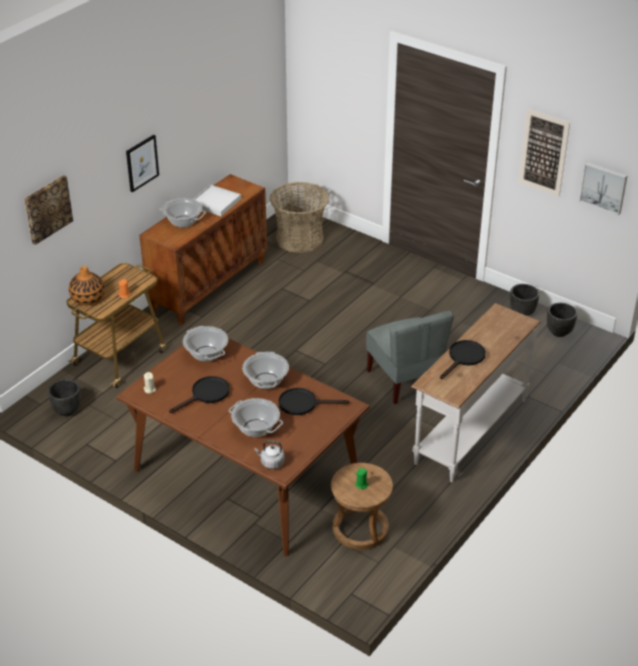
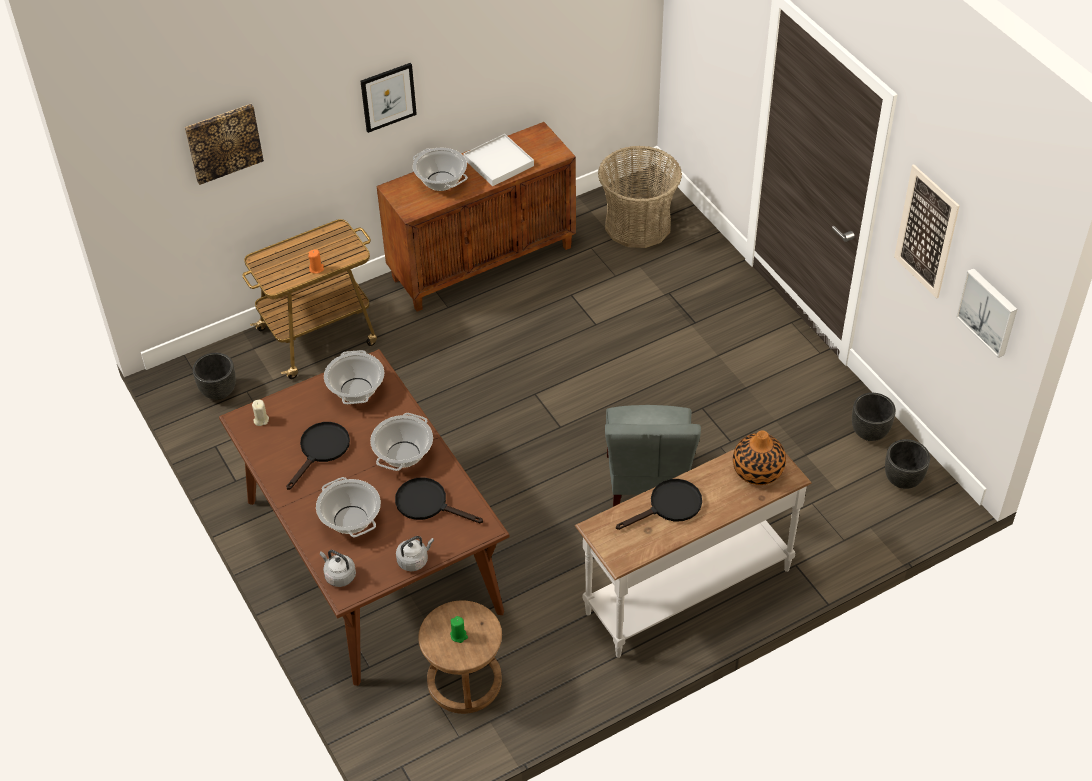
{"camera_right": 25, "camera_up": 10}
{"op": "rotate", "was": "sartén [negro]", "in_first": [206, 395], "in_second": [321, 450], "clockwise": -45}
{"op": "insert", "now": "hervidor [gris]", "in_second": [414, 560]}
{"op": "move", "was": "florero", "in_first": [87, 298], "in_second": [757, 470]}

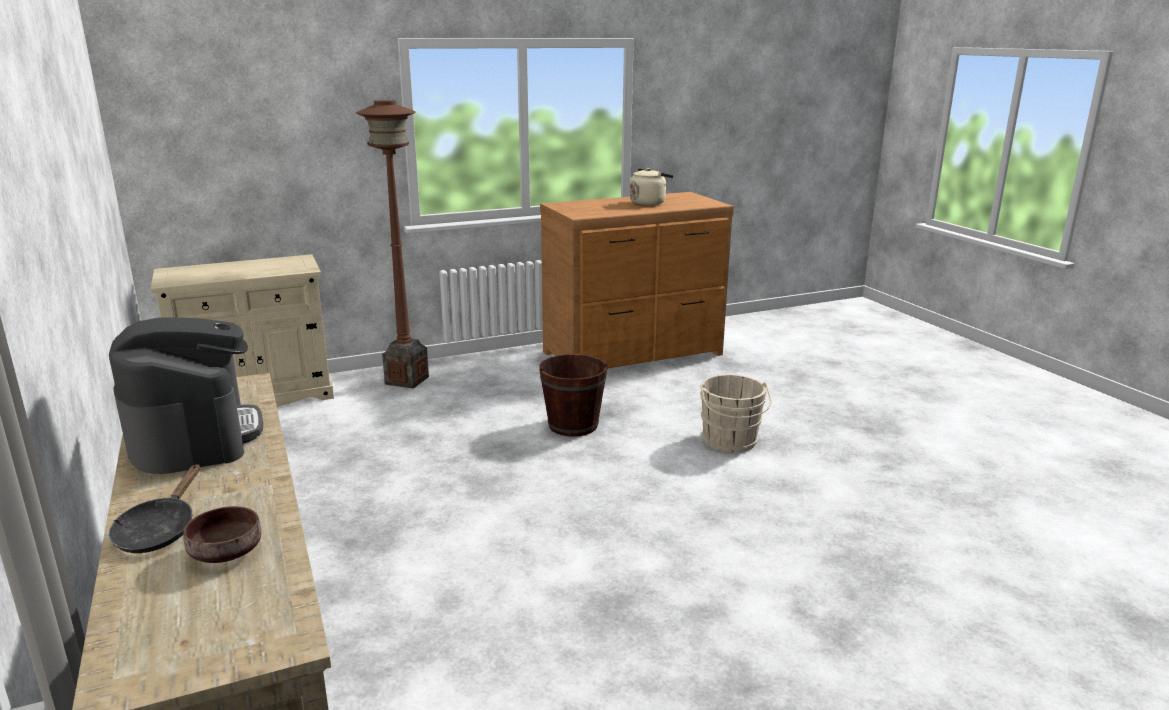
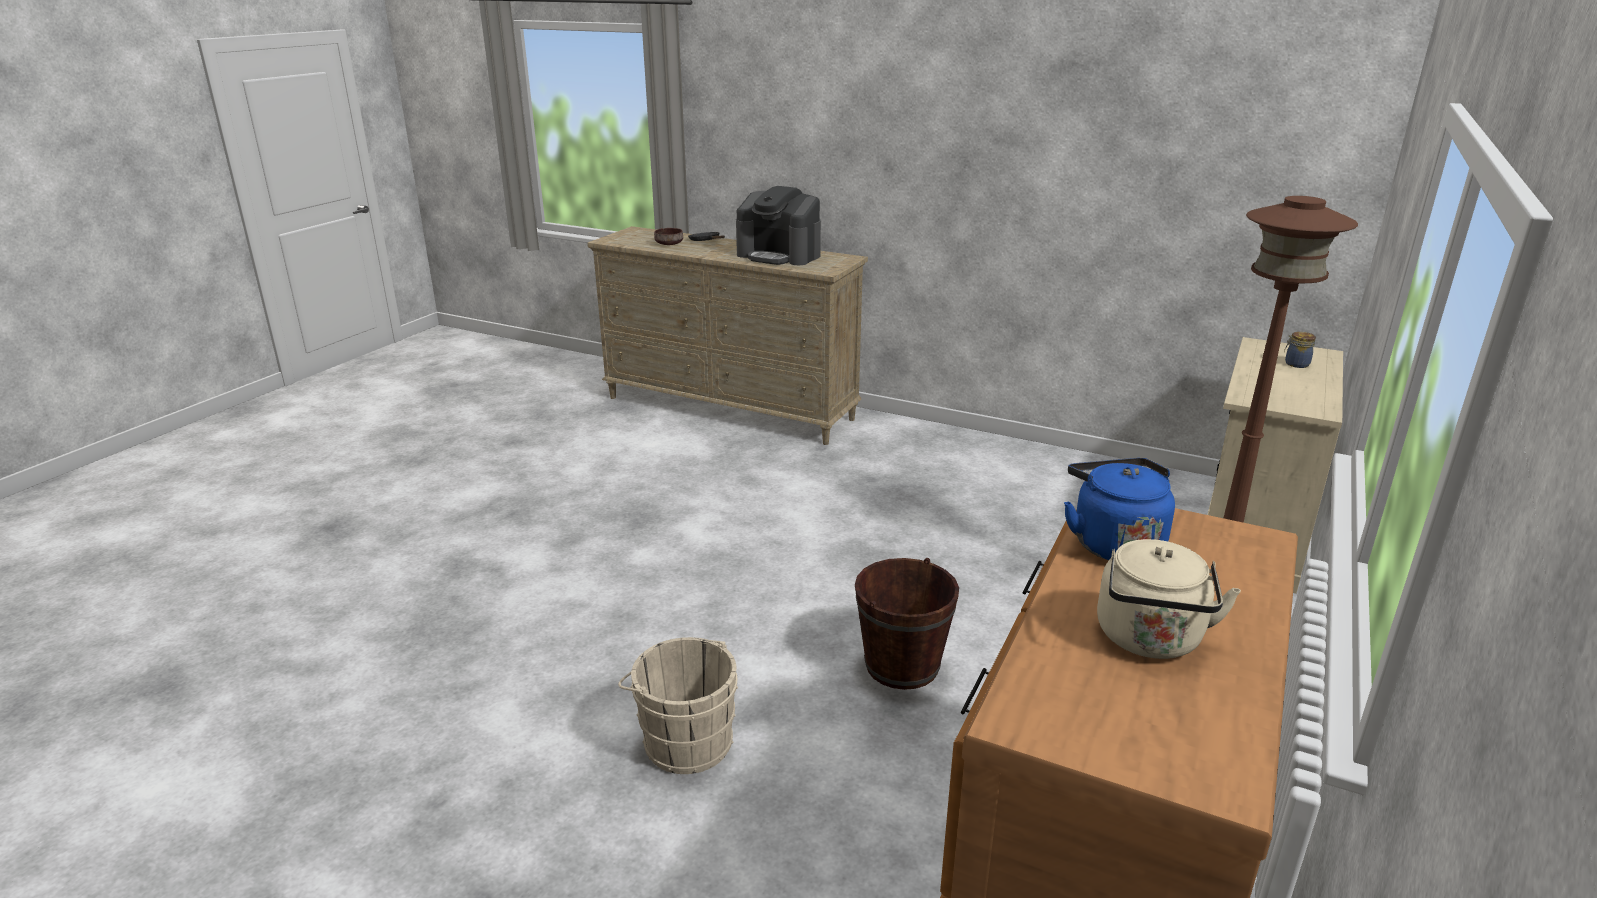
{"camera_right": 140, "camera_up": 5}
{"op": "insert", "now": "hervidor [azul]", "in_second": [1113, 543]}
{"op": "insert", "now": "tarro", "in_second": [1295, 364]}

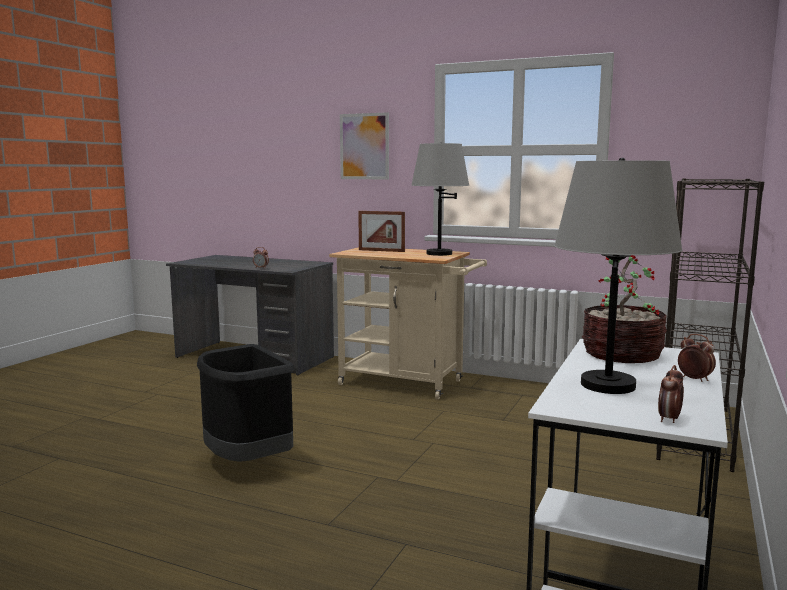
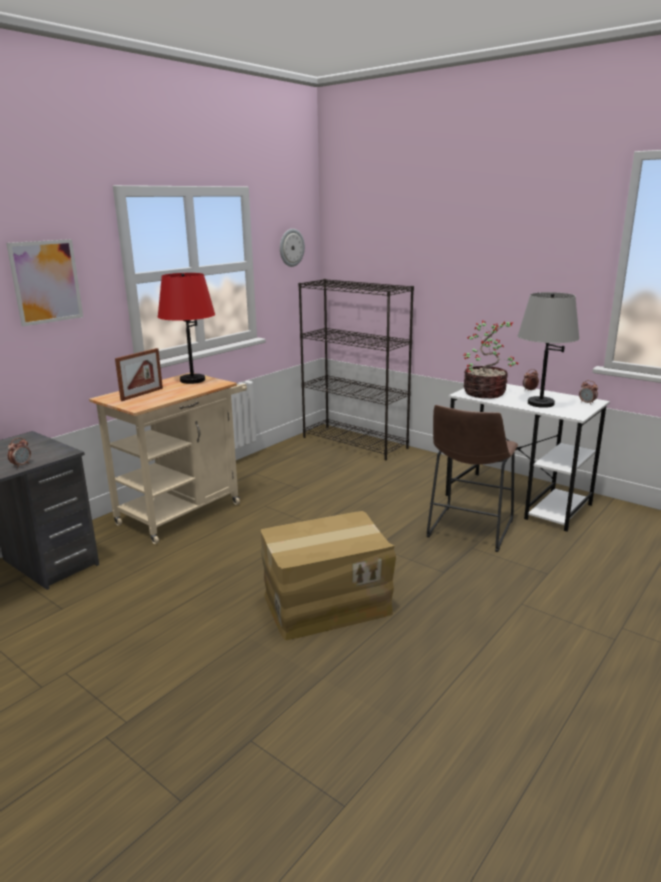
{"camera_right": -75, "camera_up": 10}
{"op": "recolor", "was": "lámpara de mesa [gris]", "now": "lámpara de mesa [rojo]", "in_first": [439, 254], "in_second": [192, 380]}
{"op": "replace", "was": "papelera [negro]", "now": "caja de cartón", "in_first": [247, 463], "in_second": [326, 603]}
{"op": "insert", "now": "reloj de pared", "in_second": [291, 247]}
{"op": "insert", "now": "taburete [marrón]", "in_second": [468, 530]}

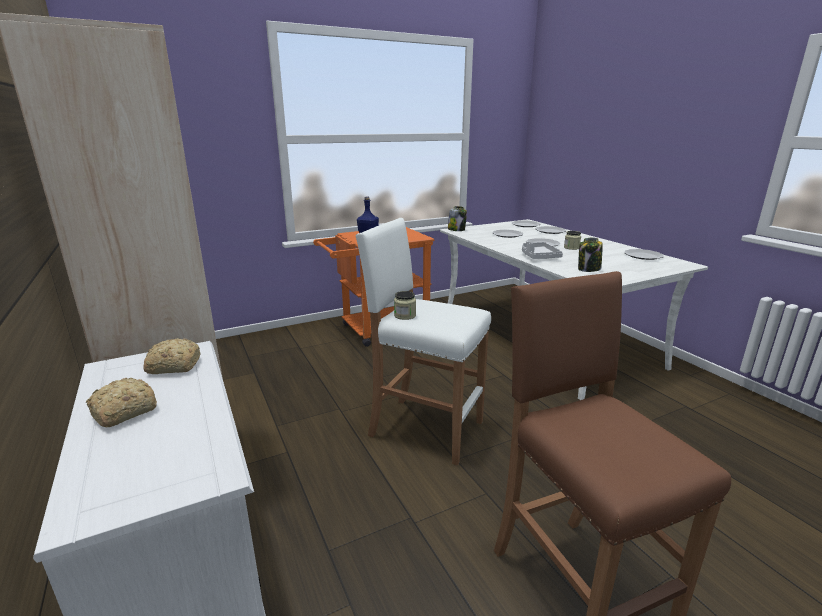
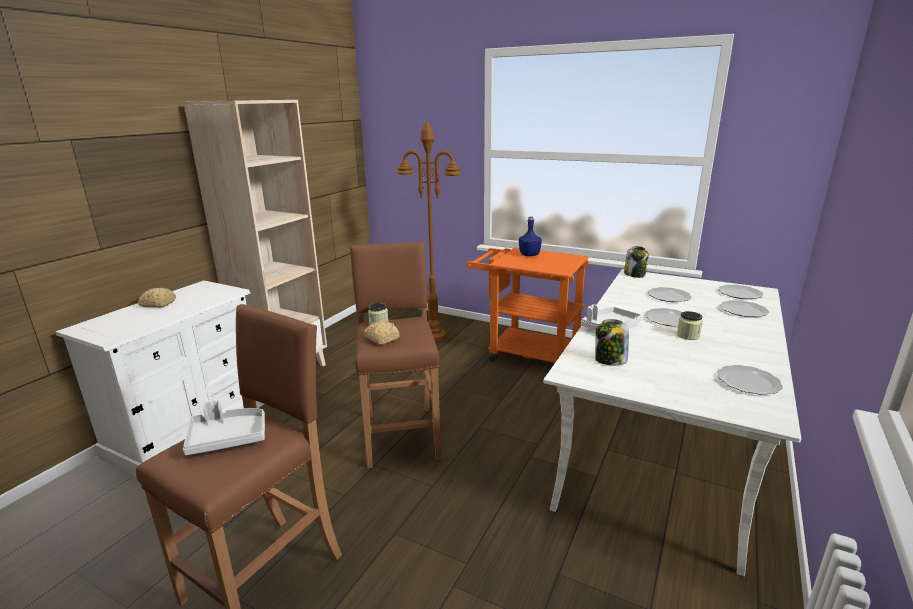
{"camera_right": 55, "camera_up": 0}
{"op": "insert", "now": "bandeja [gris]", "in_second": [227, 438]}
{"op": "recolor", "was": "taburete [blanco]", "now": "taburete [marrón]", "in_first": [425, 428], "in_second": [401, 435]}
{"op": "move", "was": "pan", "in_first": [173, 366], "in_second": [382, 338]}
{"op": "insert", "now": "lámpara de pie [marrón]", "in_second": [434, 335]}

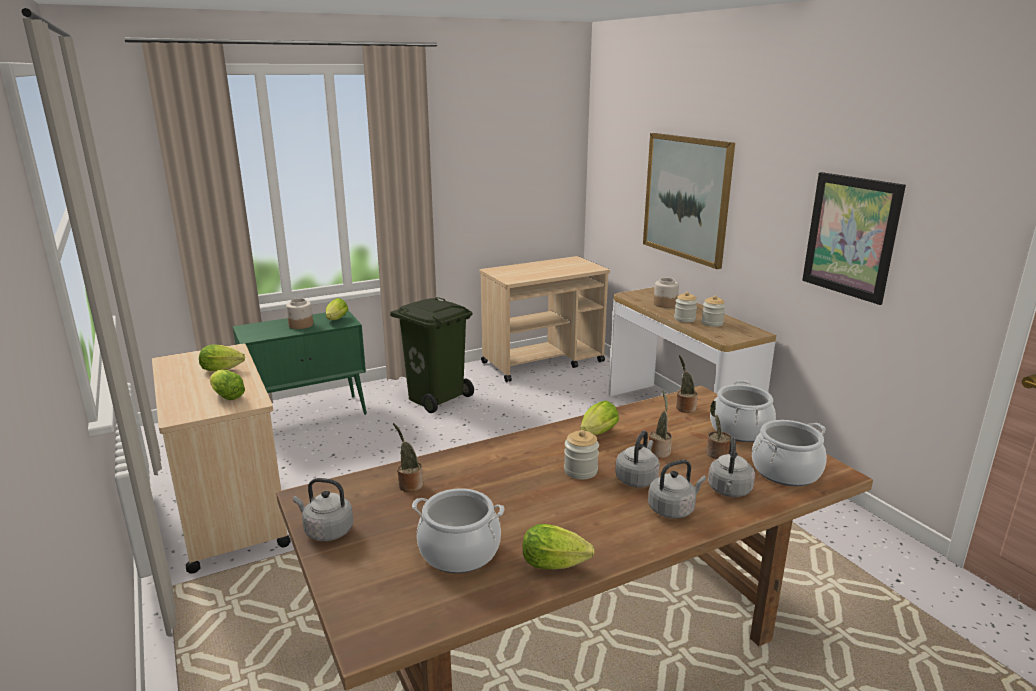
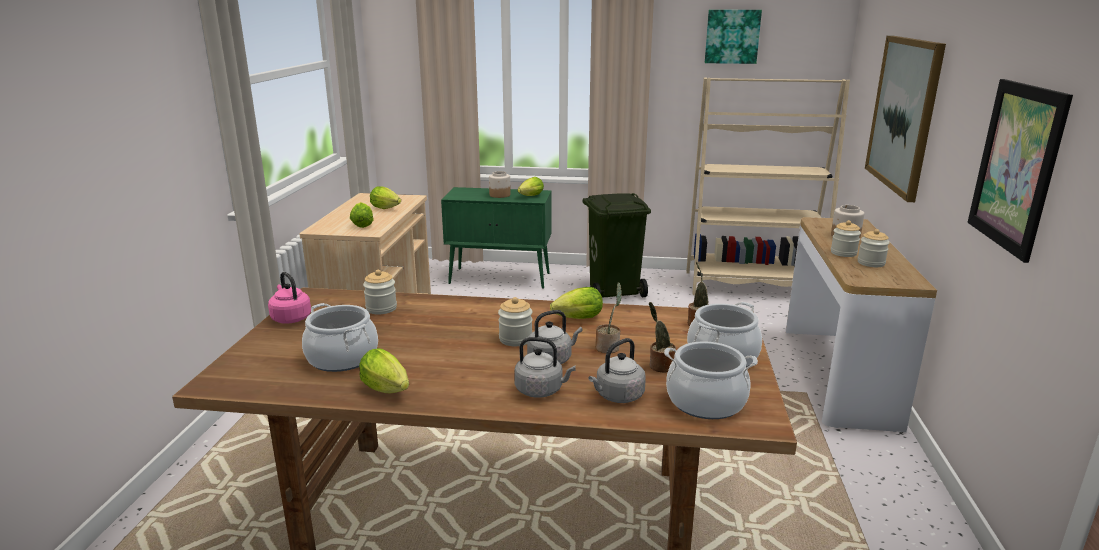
{"camera_right": 35, "camera_up": 0}
{"op": "recolor", "was": "hervidor [gris]", "now": "hervidor [rosa]", "in_first": [326, 531], "in_second": [290, 318]}
{"op": "replace", "was": "planta en maceta", "now": "tarro", "in_first": [409, 485], "in_second": [381, 308]}
{"op": "replace", "was": "carrito [beis]", "now": "estantería [beis]", "in_first": [543, 362], "in_second": [752, 286]}
{"op": "insert", "now": "cuadro", "in_second": [732, 36]}

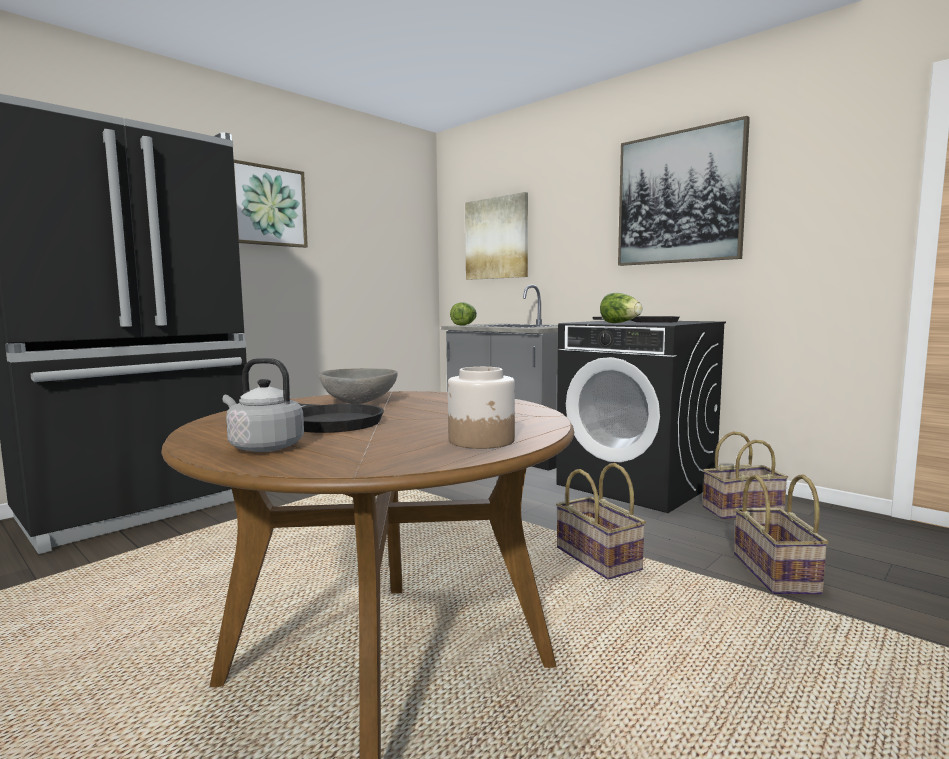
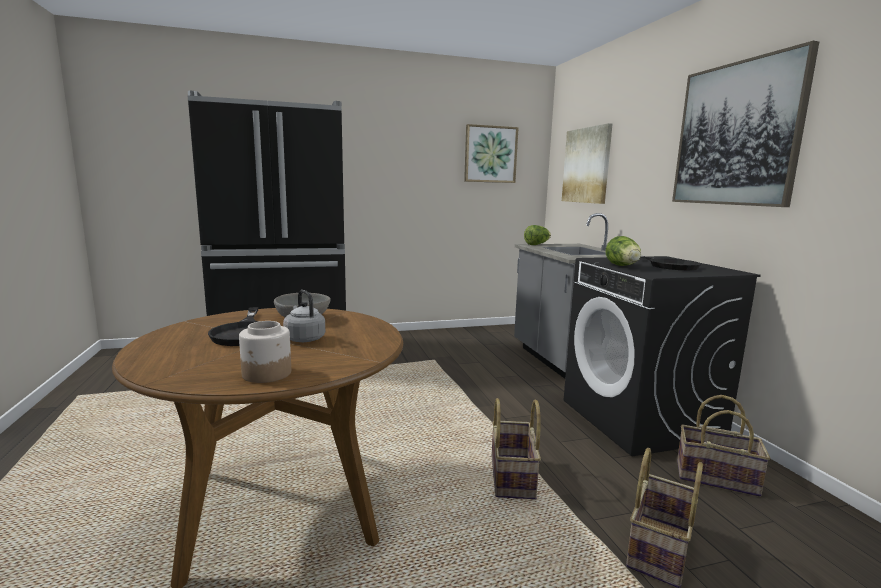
{"camera_right": 30, "camera_up": 5}
{"op": "move", "was": "hervidor [gris]", "in_first": [263, 447], "in_second": [304, 338]}
{"op": "move", "was": "cuadro", "in_first": [268, 206], "in_second": [490, 154]}

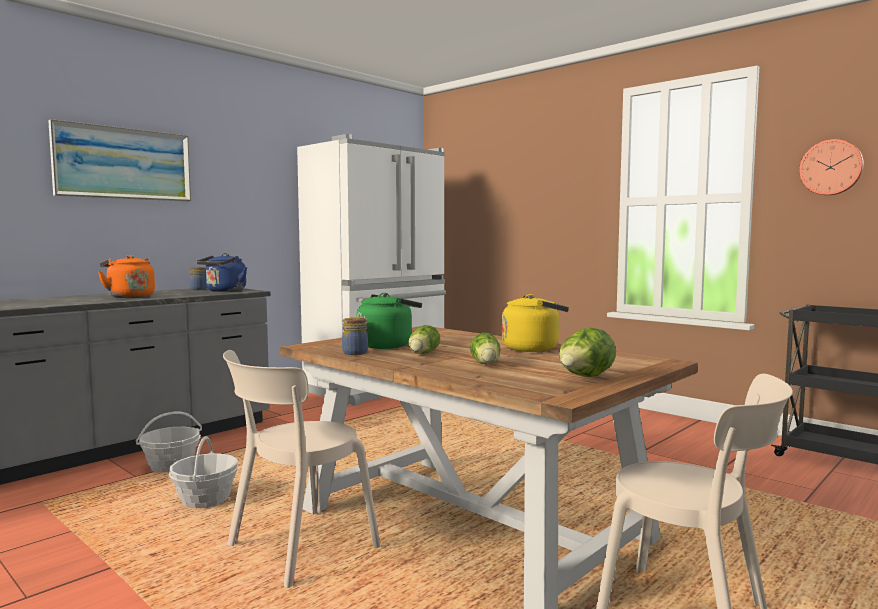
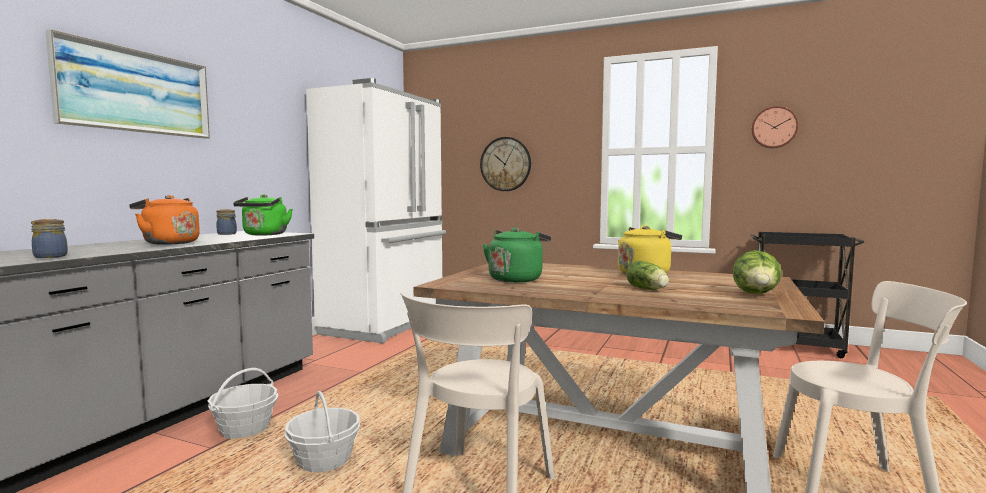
{"camera_right": -20, "camera_up": 0}
{"op": "move", "was": "tarro", "in_first": [354, 353], "in_second": [50, 256]}
{"op": "recolor", "was": "hervidor [azul]", "now": "hervidor [verde]", "in_first": [224, 291], "in_second": [264, 234]}
{"op": "insert", "now": "reloj de pared", "in_second": [505, 164]}
{"op": "delete", "was": "lechuga", "in_first": [422, 354]}

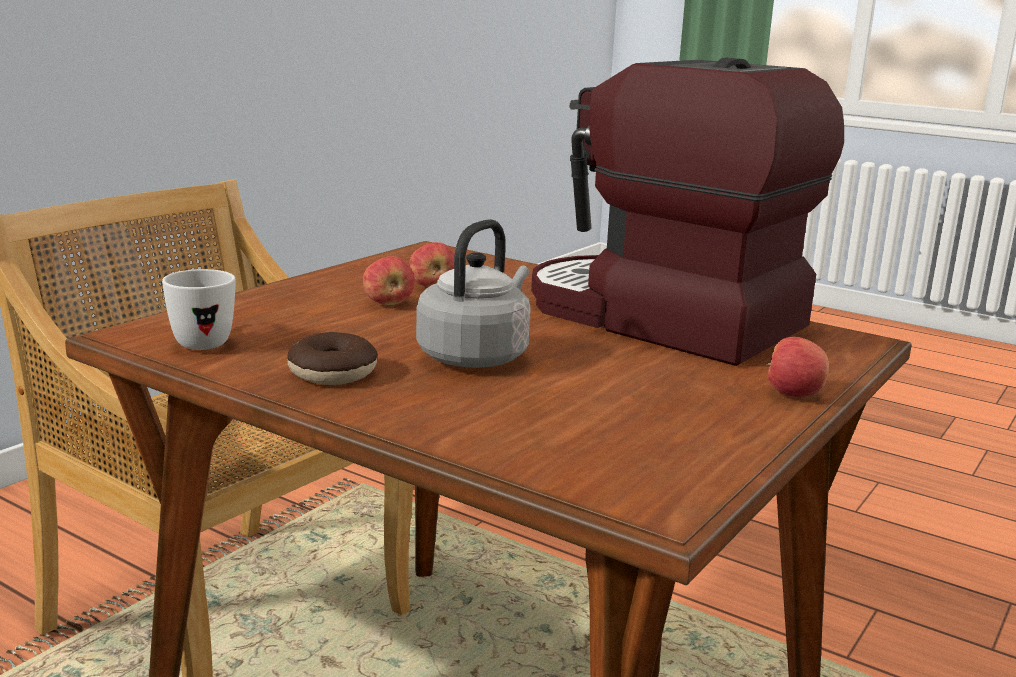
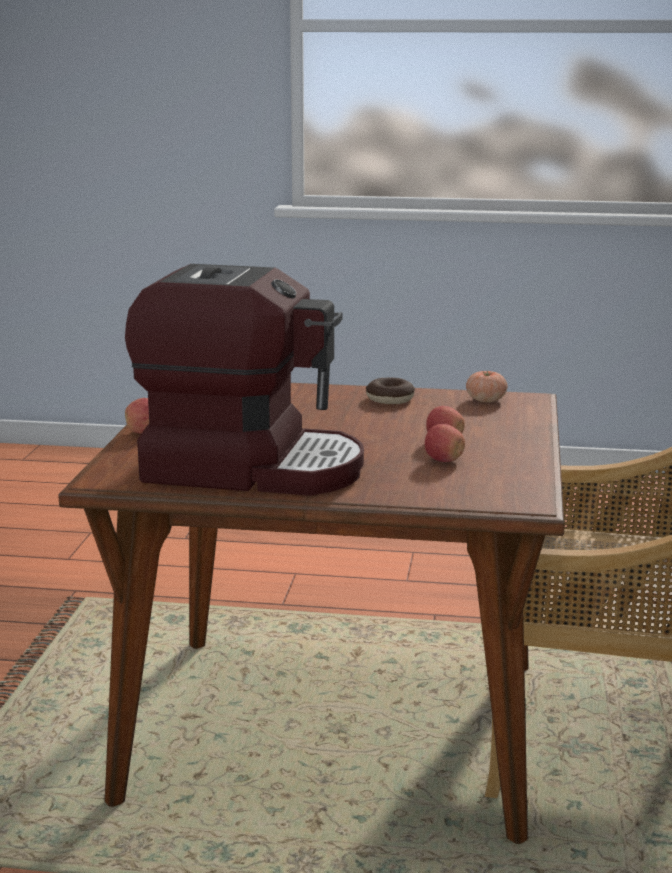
{"camera_right": 155, "camera_up": 0}
{"op": "replace", "was": "taza grande [blanco]", "now": "tomate", "in_first": [201, 341], "in_second": [486, 400]}
{"op": "delete", "was": "hervidor [gris]", "in_first": [476, 356]}

